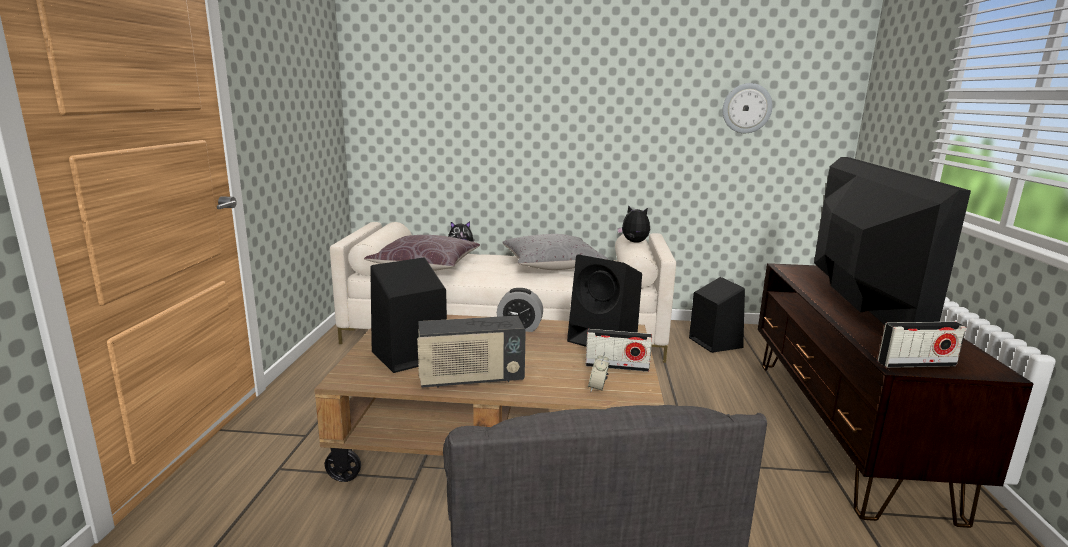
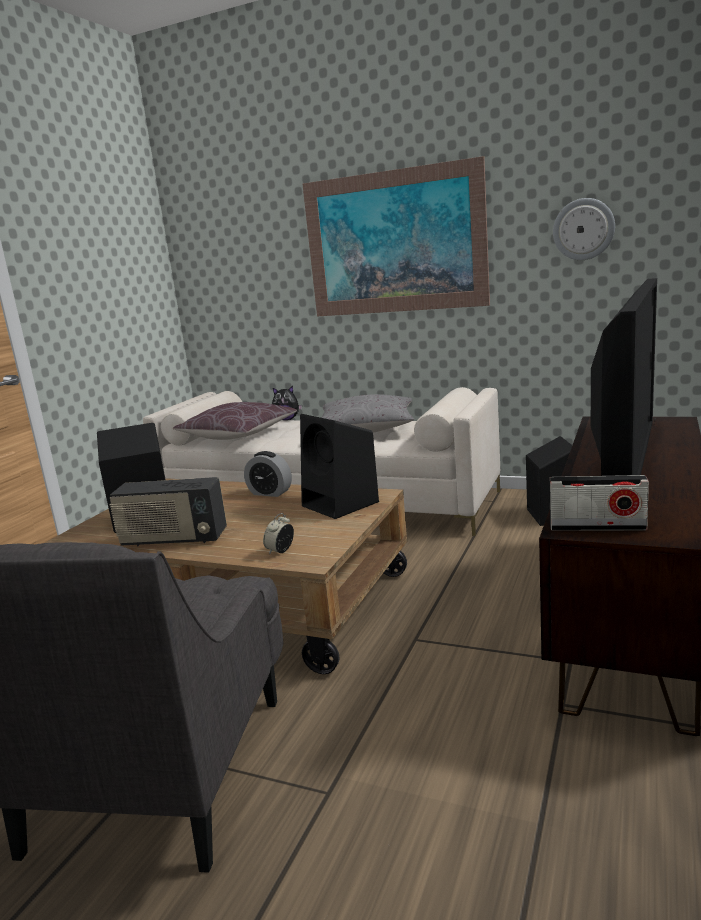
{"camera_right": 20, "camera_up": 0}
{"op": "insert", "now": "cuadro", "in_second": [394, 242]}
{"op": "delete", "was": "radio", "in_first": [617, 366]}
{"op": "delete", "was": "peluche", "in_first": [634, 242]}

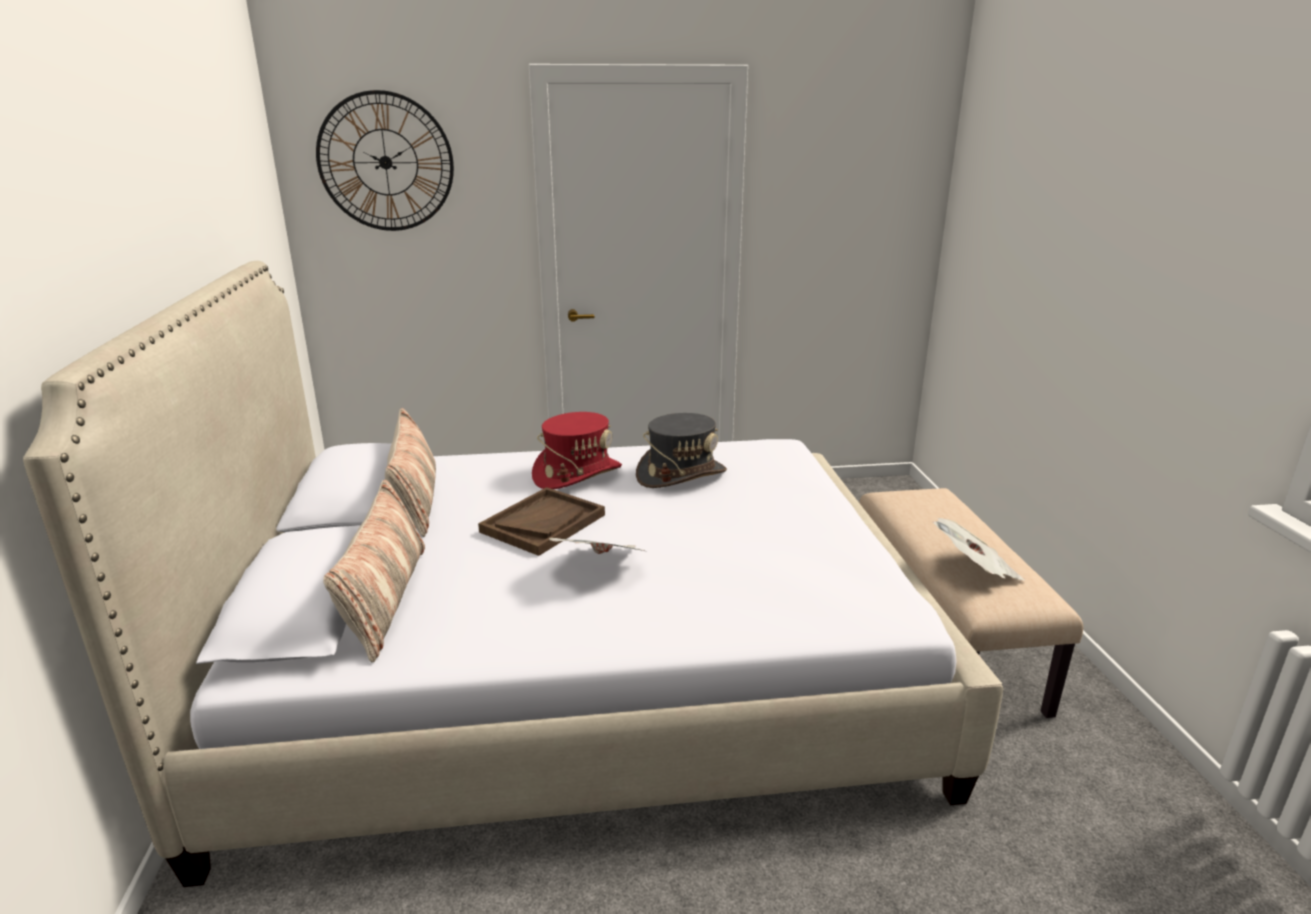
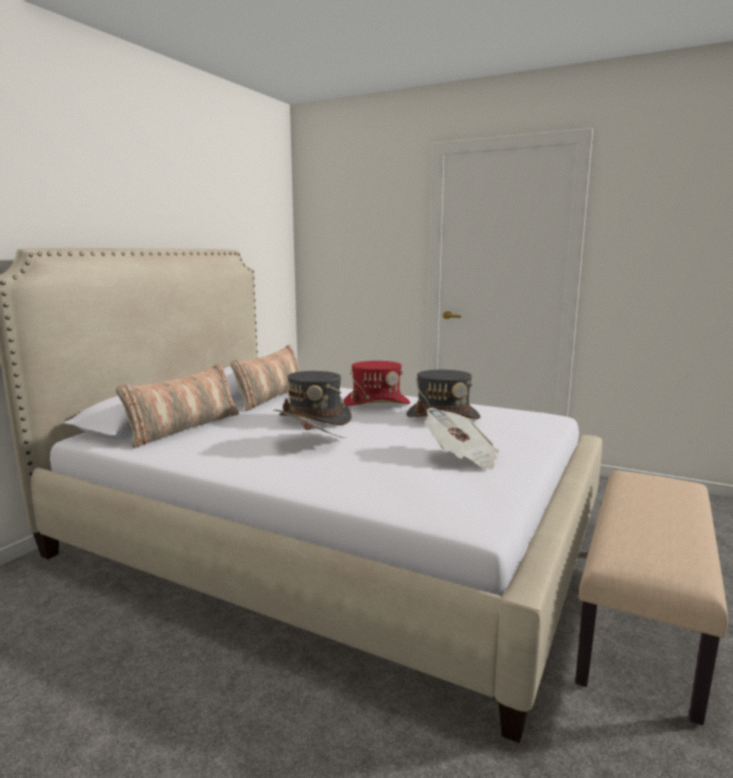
{"camera_right": 35, "camera_up": -10}
{"op": "replace", "was": "bandeja [marrón]", "now": "sombrero [gris]", "in_first": [543, 523], "in_second": [315, 418]}
{"op": "move", "was": "periódico", "in_first": [974, 571], "in_second": [462, 458]}
{"op": "delete", "was": "reloj de pared", "in_first": [385, 162]}

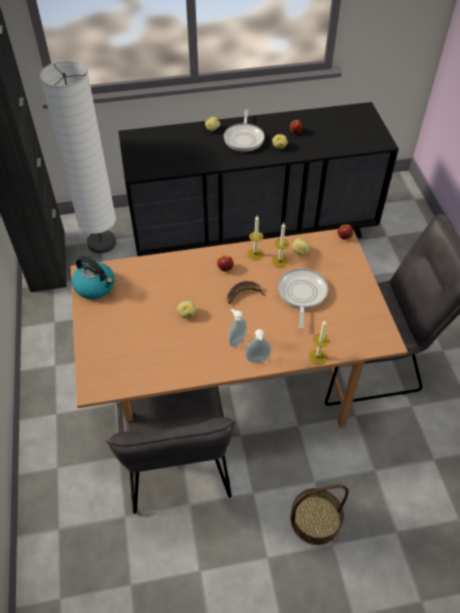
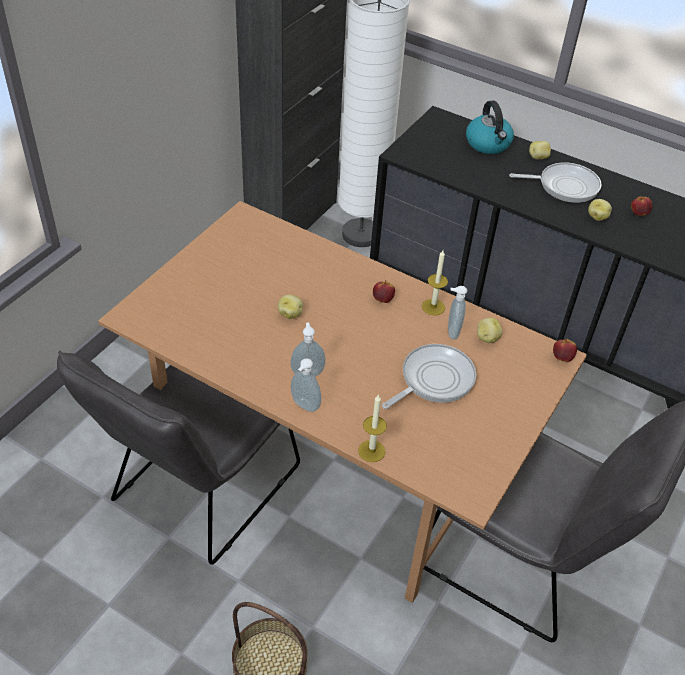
{"camera_right": 40, "camera_up": -5}
{"op": "replace", "was": "vela", "now": "dispensador de jabón", "in_first": [280, 261], "in_second": [451, 332]}
{"op": "move", "was": "hervidor", "in_first": [95, 286], "in_second": [488, 144]}
{"op": "rotate", "was": "sartén", "in_first": [244, 138], "in_second": [564, 186], "clockwise": -135}
{"op": "delete", "was": "plátano", "in_first": [244, 294]}

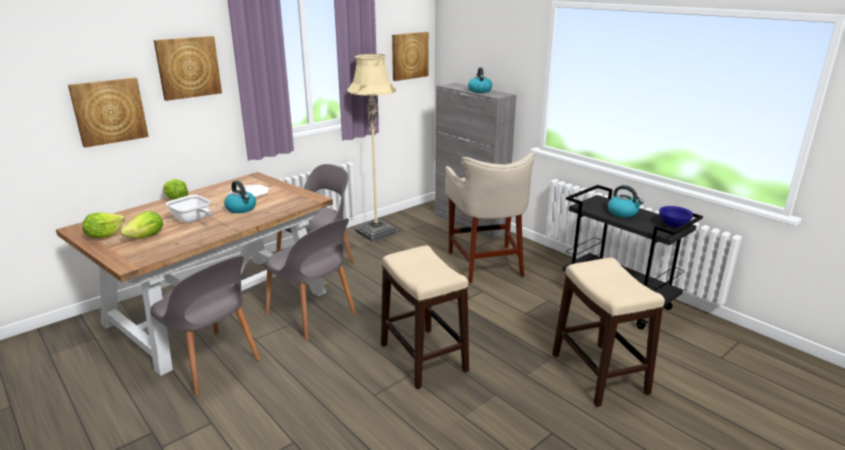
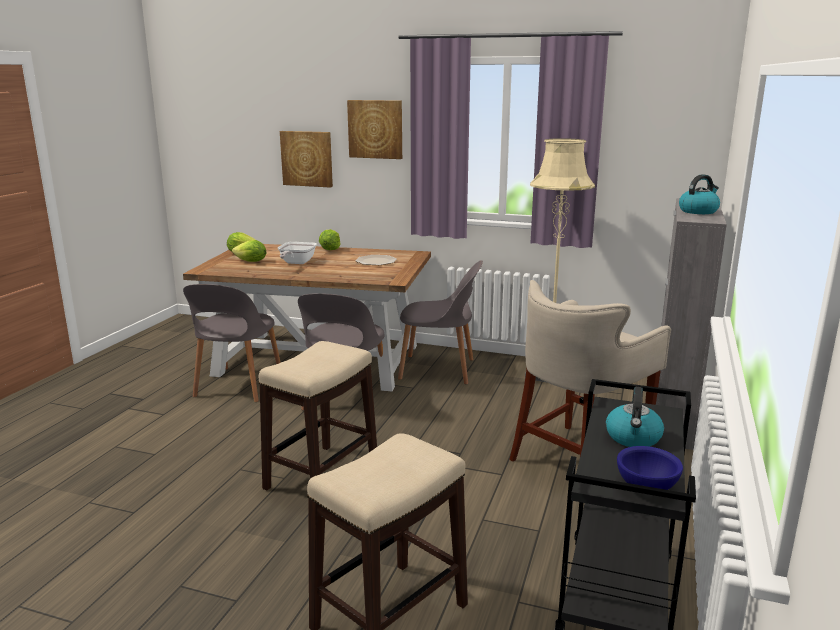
{"camera_right": 60, "camera_up": -5}
{"op": "delete", "was": "hervidor", "in_first": [241, 208]}
{"op": "delete", "was": "cuadro", "in_first": [409, 56]}

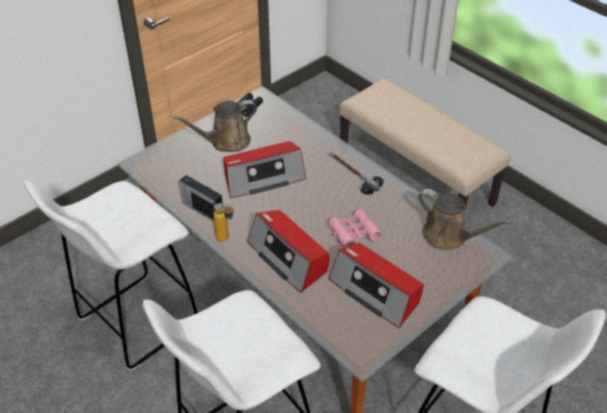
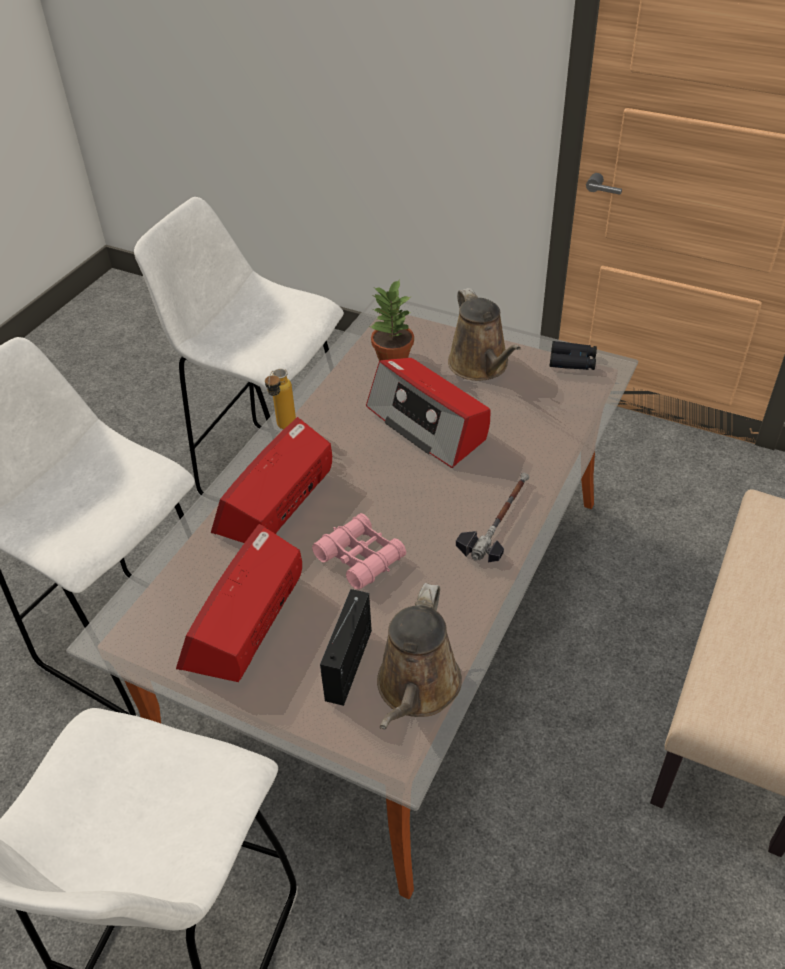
{"camera_right": 70, "camera_up": 0}
{"op": "move", "was": "radio", "in_first": [202, 210], "in_second": [350, 663]}
{"op": "insert", "now": "planta en maceta", "in_second": [392, 358]}
{"op": "rotate", "was": "regadera [marrón]", "in_first": [226, 142], "in_second": [481, 366], "clockwise": -150}

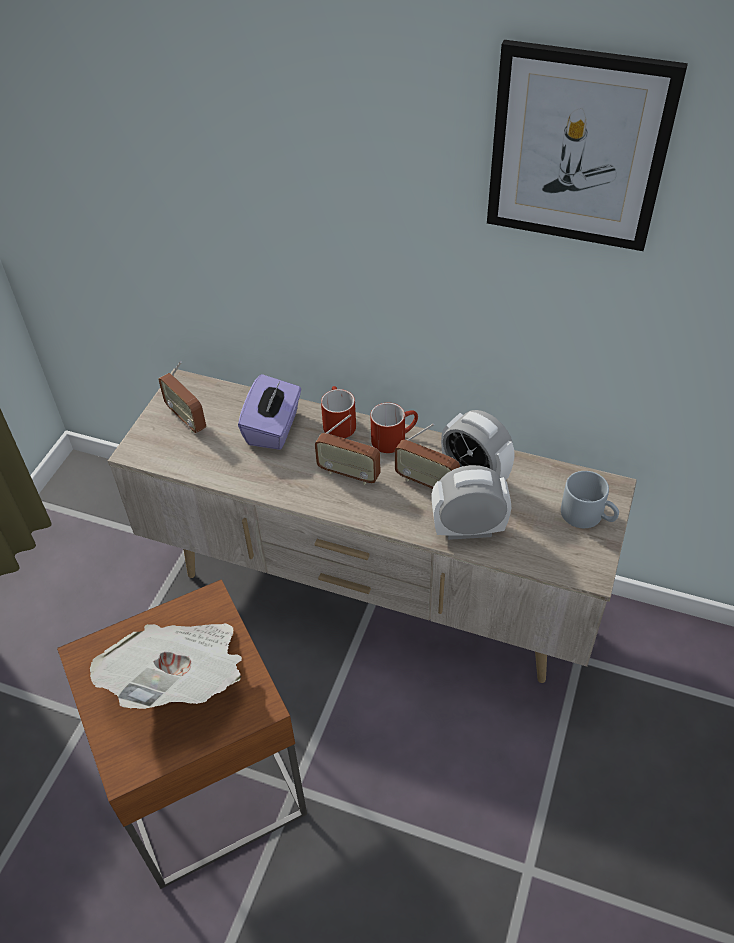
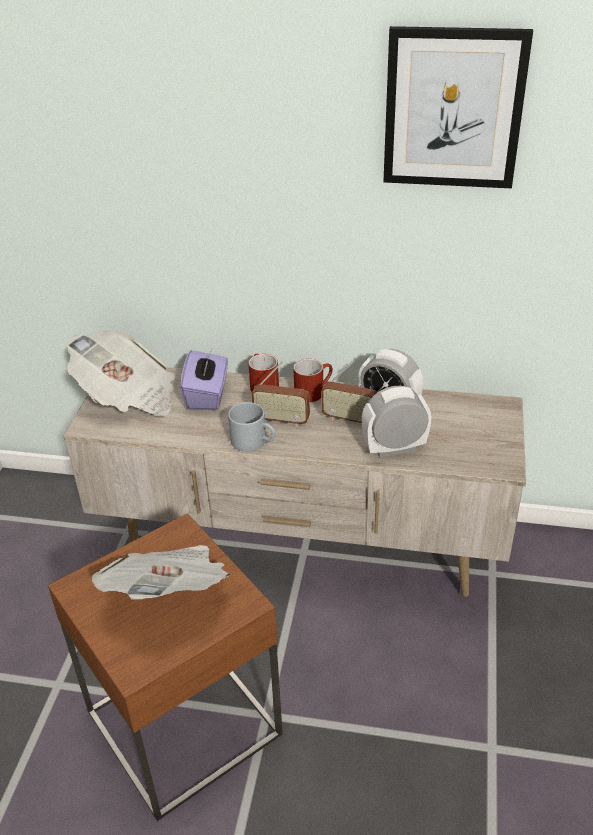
{"camera_right": -10, "camera_up": -10}
{"op": "replace", "was": "radio", "now": "periódico", "in_first": [187, 419], "in_second": [128, 397]}
{"op": "move", "was": "taza grande [gris]", "in_first": [588, 515], "in_second": [254, 441]}

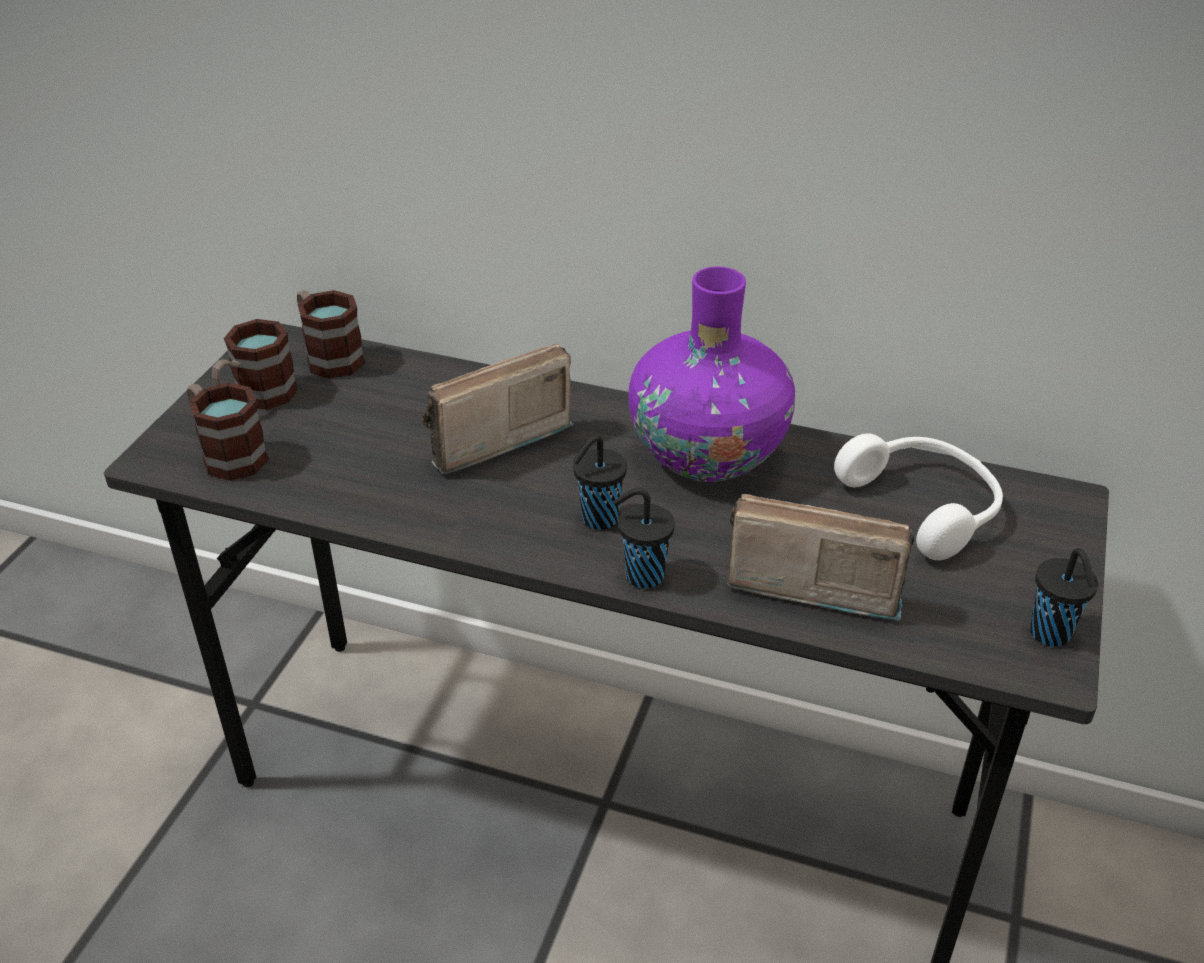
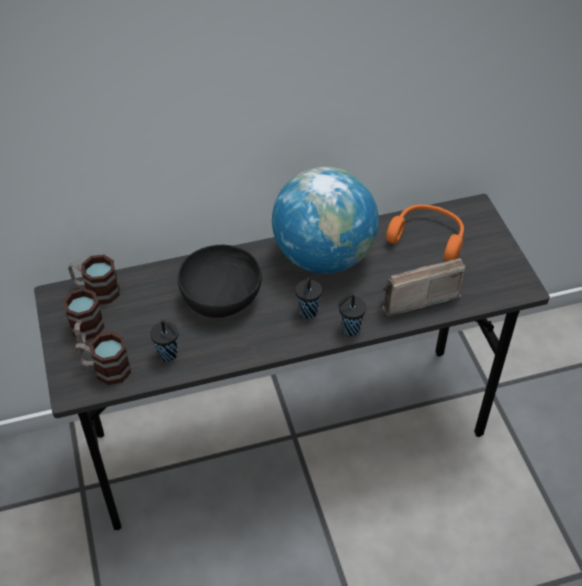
{"camera_right": -35, "camera_up": 10}
{"op": "move", "was": "taza [negro]", "in_first": [1051, 635], "in_second": [168, 355]}
{"op": "replace", "was": "radio", "now": "cuenco [negro]", "in_first": [488, 438], "in_second": [221, 296]}
{"op": "replace", "was": "florero [morado]", "now": "globo terráqueo", "in_first": [708, 455], "in_second": [323, 256]}
{"op": "recolor", "was": "auriculares [blanco]", "now": "auriculares [naranja]", "in_first": [924, 506], "in_second": [428, 237]}

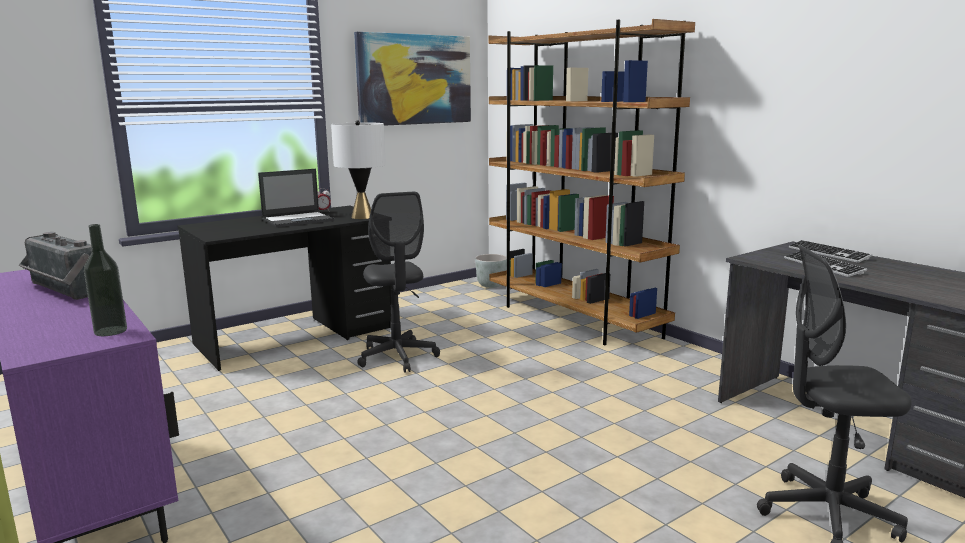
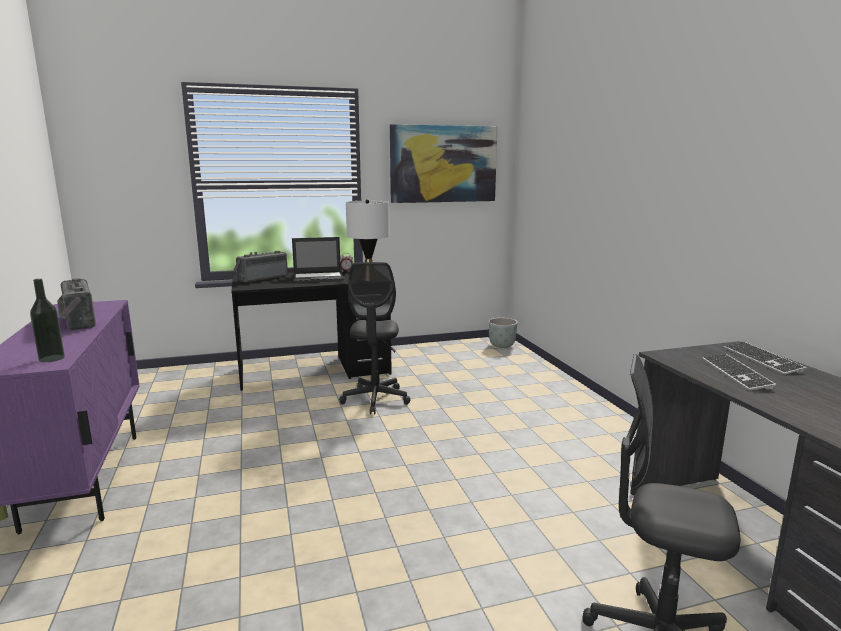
{"camera_right": 20, "camera_up": 0}
{"op": "insert", "now": "radio", "in_second": [262, 278]}
{"op": "delete", "was": "estantería [marrón]", "in_first": [573, 319]}

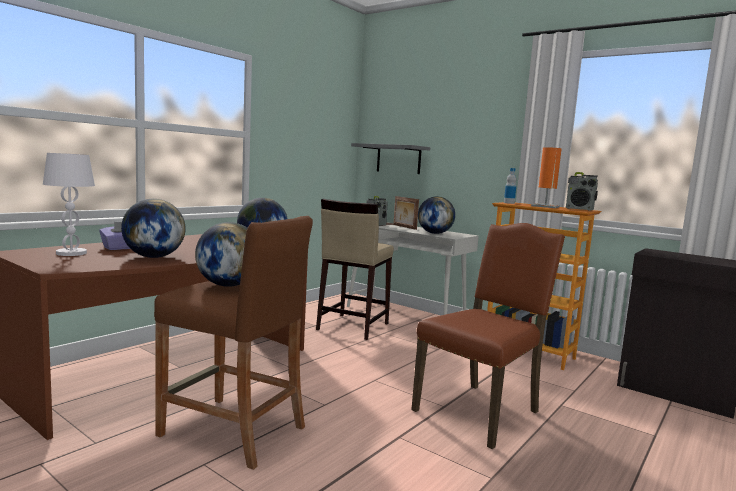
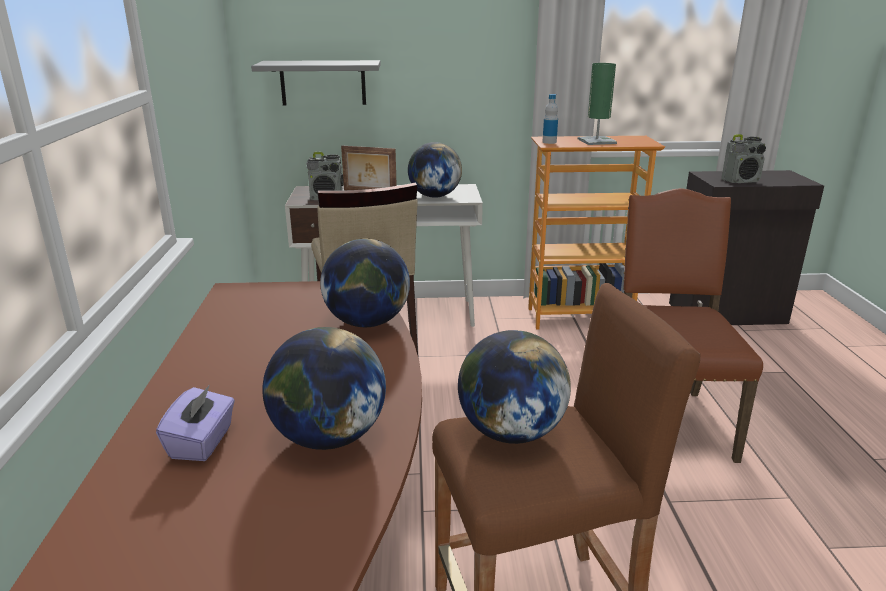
{"camera_right": -40, "camera_up": 15}
{"op": "recolor", "was": "lámpara de mesa [naranja]", "now": "lámpara de mesa [verde]", "in_first": [545, 206], "in_second": [596, 141]}
{"op": "move", "was": "radio", "in_first": [579, 209], "in_second": [741, 181]}
{"op": "delete", "was": "lámpara de mesa [blanco]", "in_first": [71, 253]}

